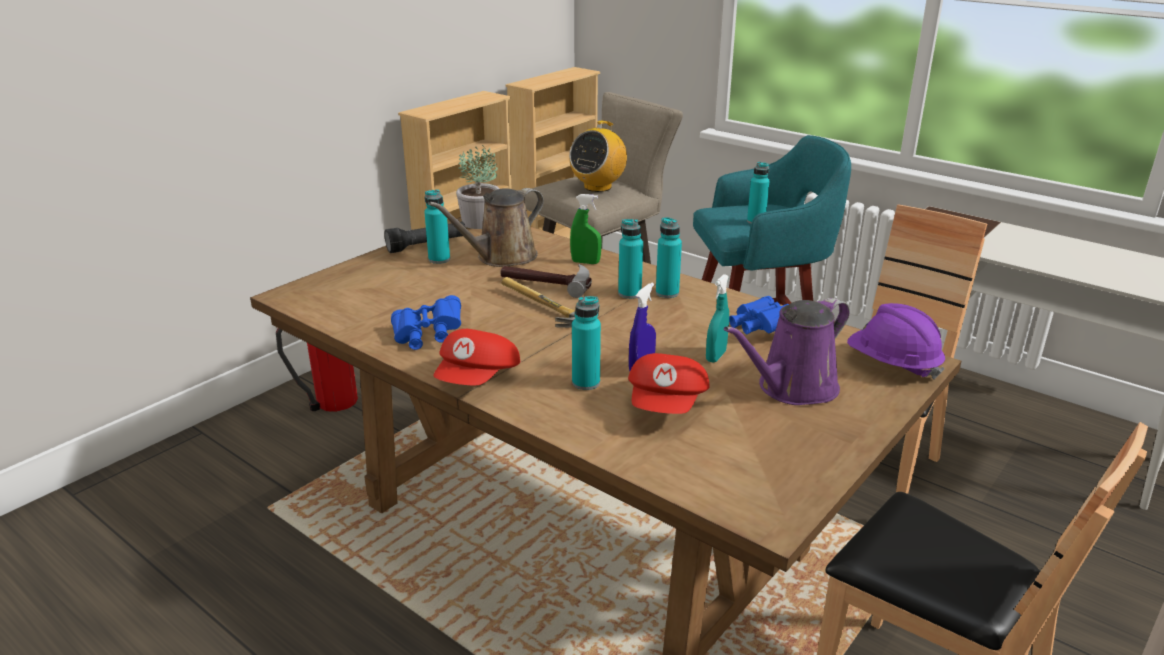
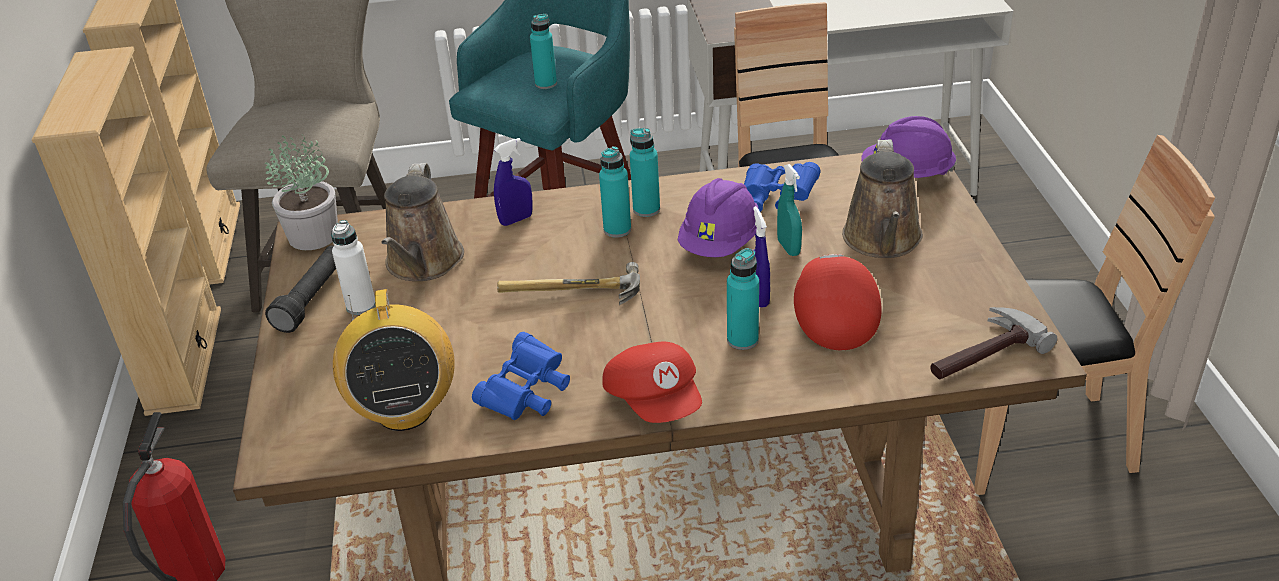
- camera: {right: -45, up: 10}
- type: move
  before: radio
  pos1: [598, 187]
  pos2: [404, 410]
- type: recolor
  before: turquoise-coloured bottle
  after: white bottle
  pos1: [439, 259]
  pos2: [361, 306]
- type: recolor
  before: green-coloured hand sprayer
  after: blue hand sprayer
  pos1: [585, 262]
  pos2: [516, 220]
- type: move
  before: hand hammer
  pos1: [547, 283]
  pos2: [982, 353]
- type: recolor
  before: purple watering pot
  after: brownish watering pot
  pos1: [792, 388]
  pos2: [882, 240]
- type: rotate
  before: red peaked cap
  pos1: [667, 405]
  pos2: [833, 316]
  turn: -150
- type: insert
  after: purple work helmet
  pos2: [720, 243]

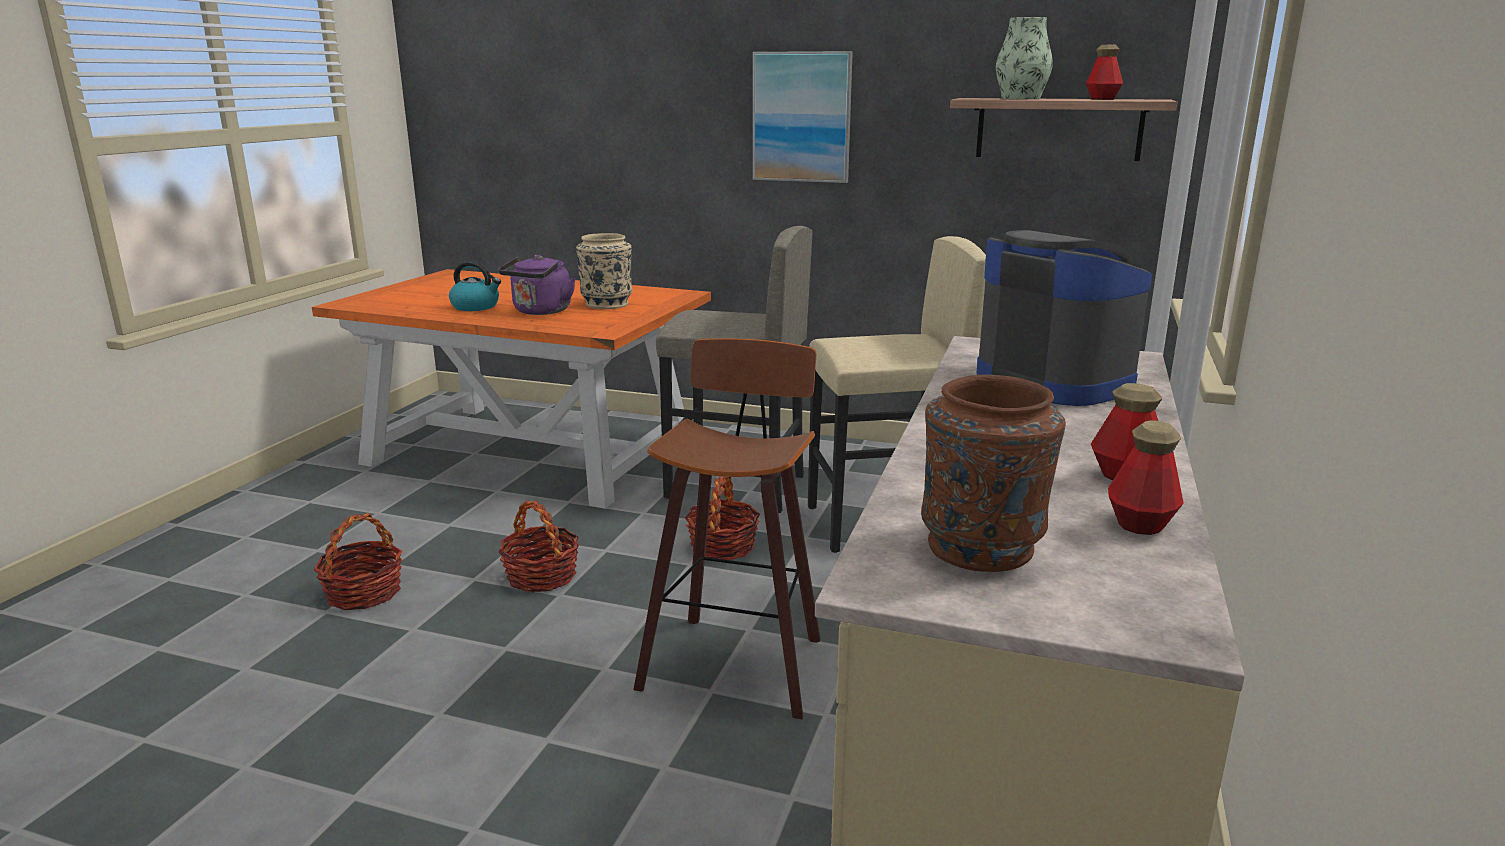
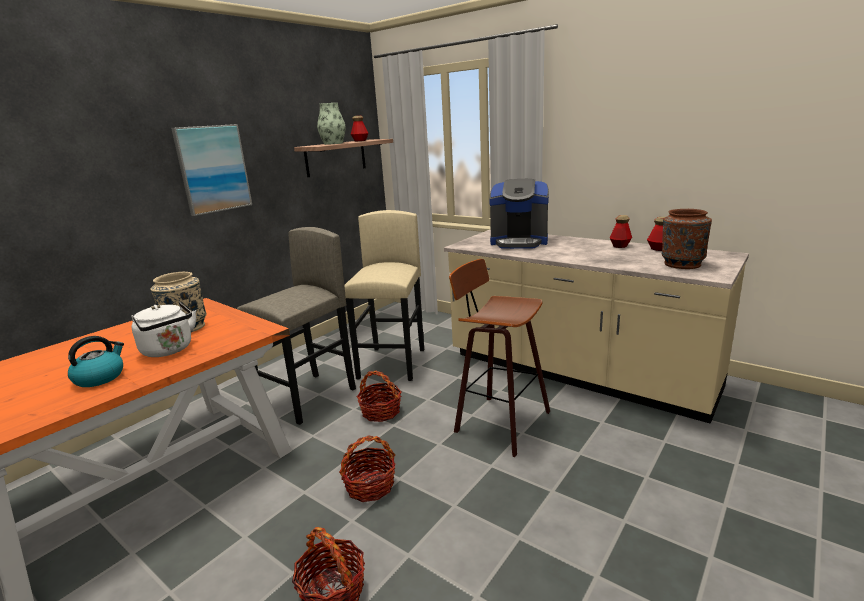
- camera: {right: -70, up: 0}
- type: rotate
  before: coffee machine
  pos1: [1054, 381]
  pos2: [519, 242]
  turn: -150
- type: recolor
  before: purple kettle
  after: white kettle
  pos1: [540, 312]
  pos2: [169, 350]

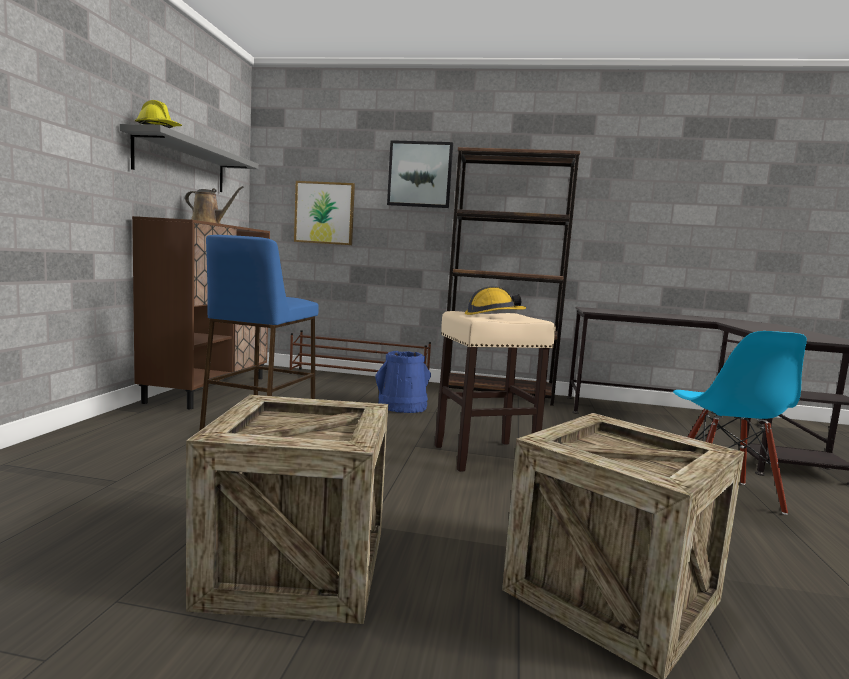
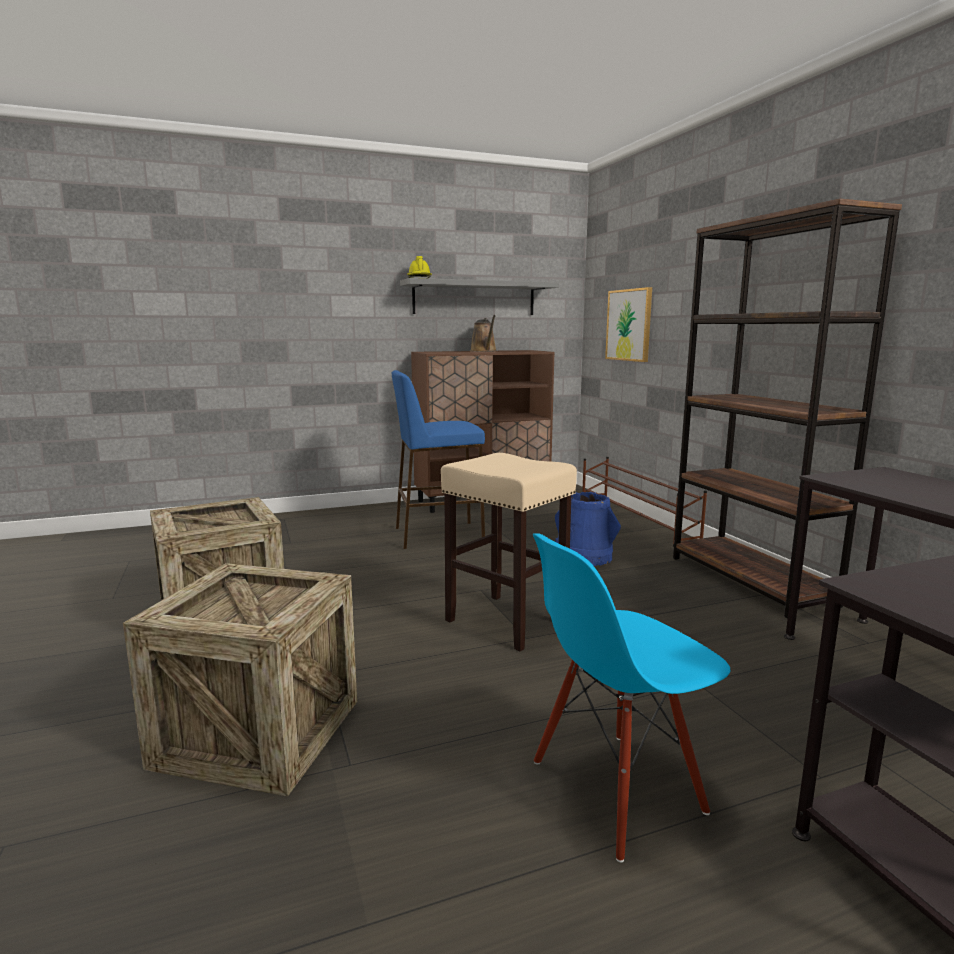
- camera: {right: 60, up: 5}
- type: delete
  before: wall picture
  pos1: [420, 174]
- type: delete
  before: work helmet
  pos1: [493, 315]

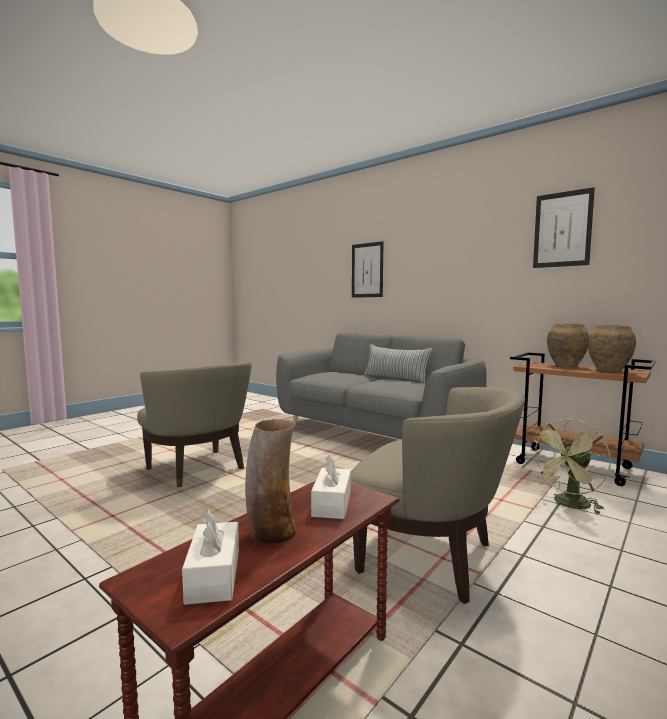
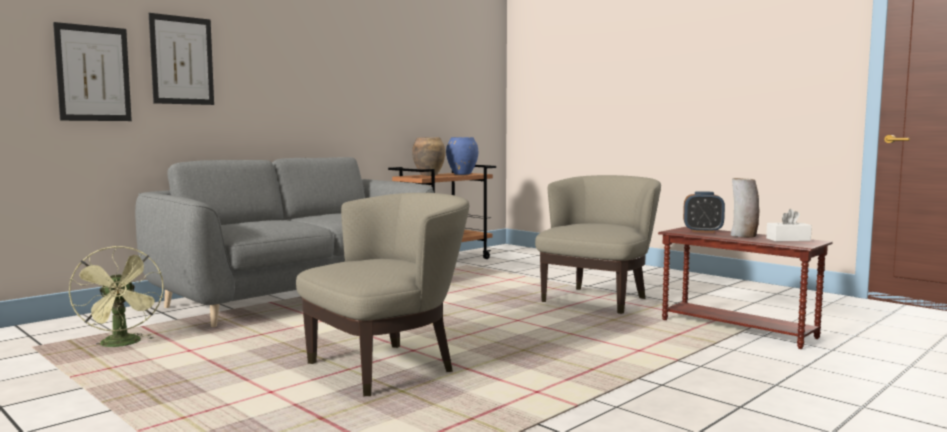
- camera: {right: -85, up: 0}
- type: move
  before: wall picture
  pos1: [562, 229]
  pos2: [93, 73]
- type: recolor
  before: brownish vase
  after: blue vase
  pos1: [608, 371]
  pos2: [462, 174]
- type: delete
  before: throw pillow
  pos1: [395, 378]
- type: move
  before: green-coloured cooling fan
  pos1: [569, 505]
  pos2: [123, 345]
- type: replace
  before: white tissue holder
  after: table clock
  pos1: [332, 504]
  pos2: [702, 231]

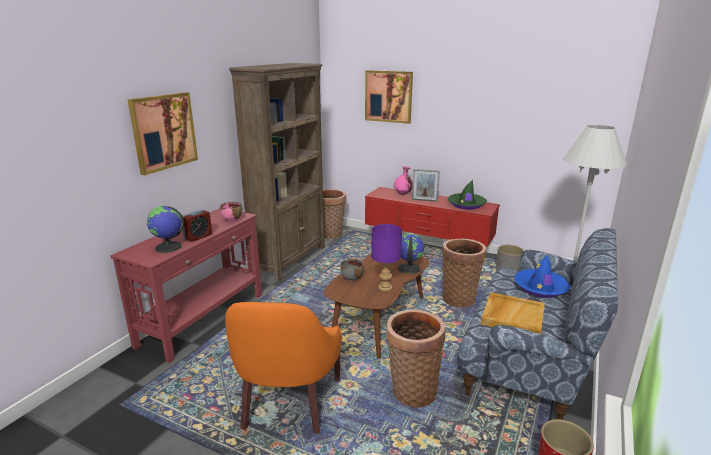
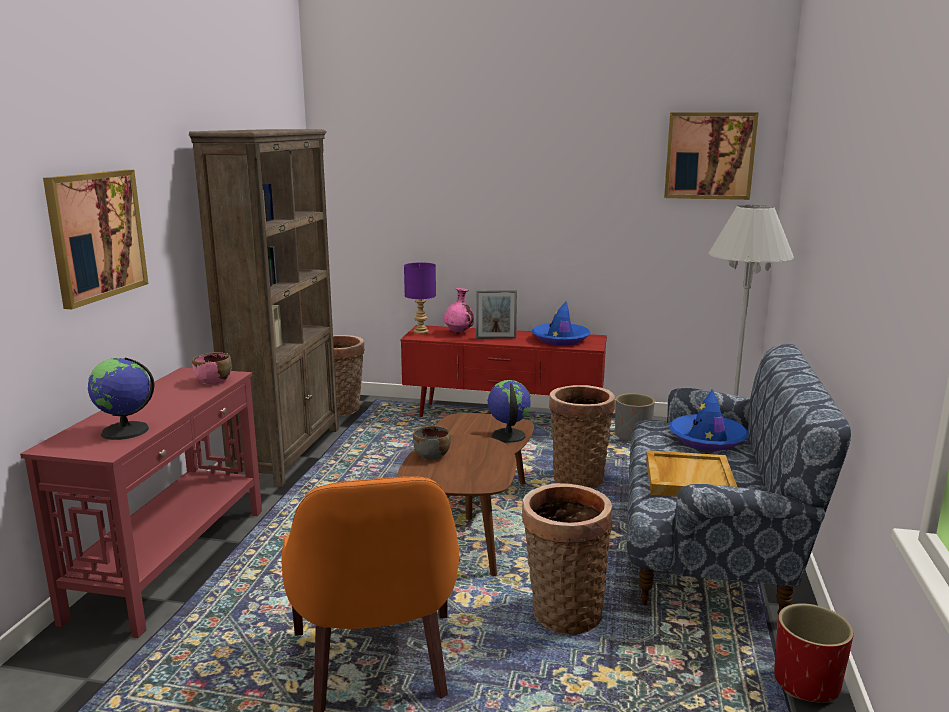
- camera: {right: -15, up: -5}
- type: move
  before: wall picture
  pos1: [388, 96]
  pos2: [709, 156]
- type: recolor
  before: green-coloured hat
  after: blue hat
  pos1: [466, 204]
  pos2: [560, 339]
- type: delete
  before: table clock
  pos1: [198, 237]
- type: move
  before: purple table lamp
  pos1: [384, 288]
  pos2: [420, 332]

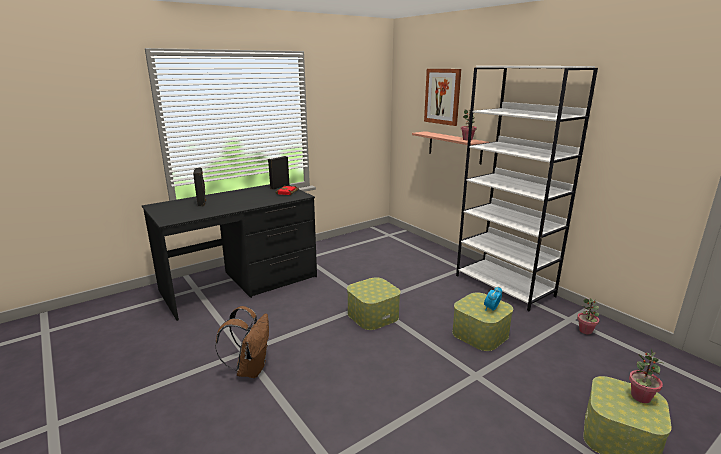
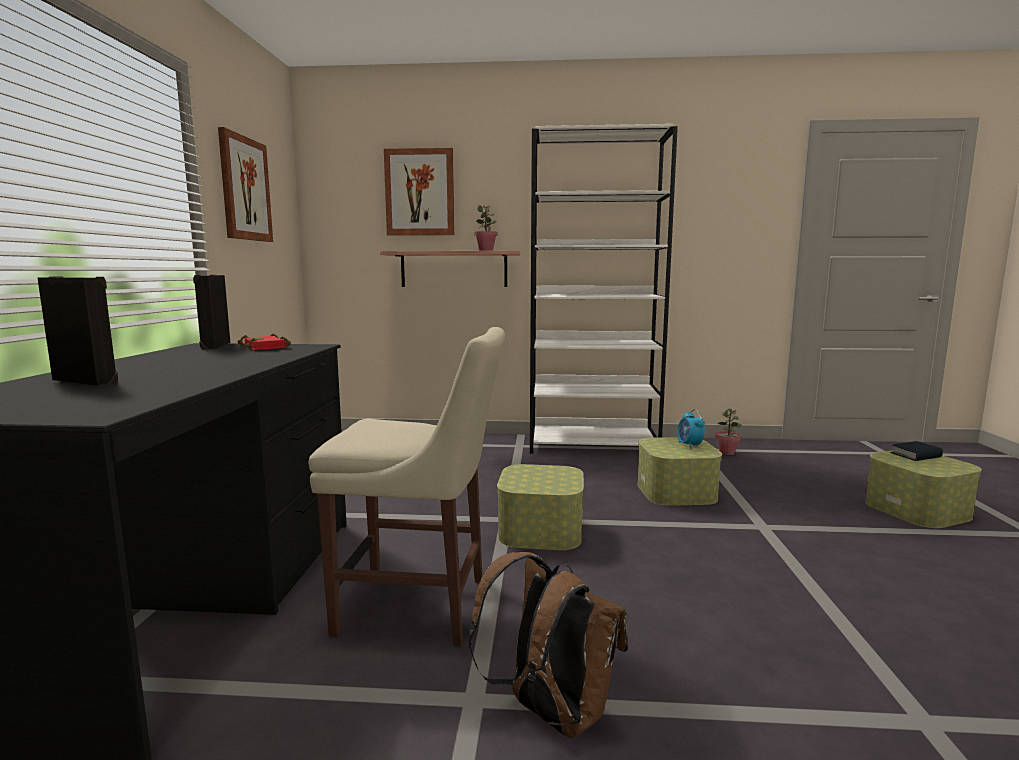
- camera: {right: -50, up: -10}
- type: replace
  before: potted plant
  after: volume
  pos1: [640, 397]
  pos2: [916, 455]
- type: insert
  after: wall picture
  pos2: [245, 189]
- type: insert
  after: sand-coloured plain chair
  pos2: [420, 606]

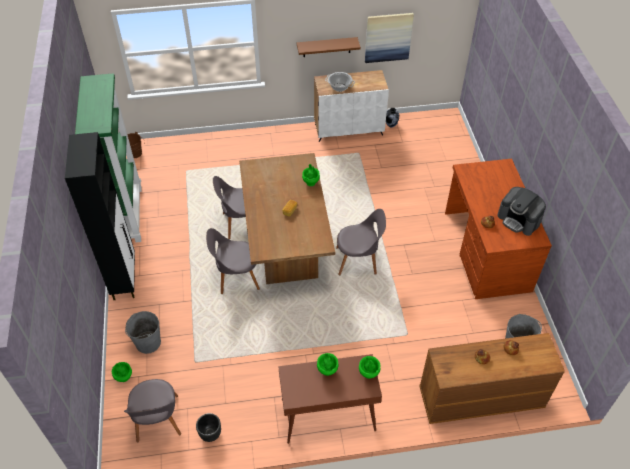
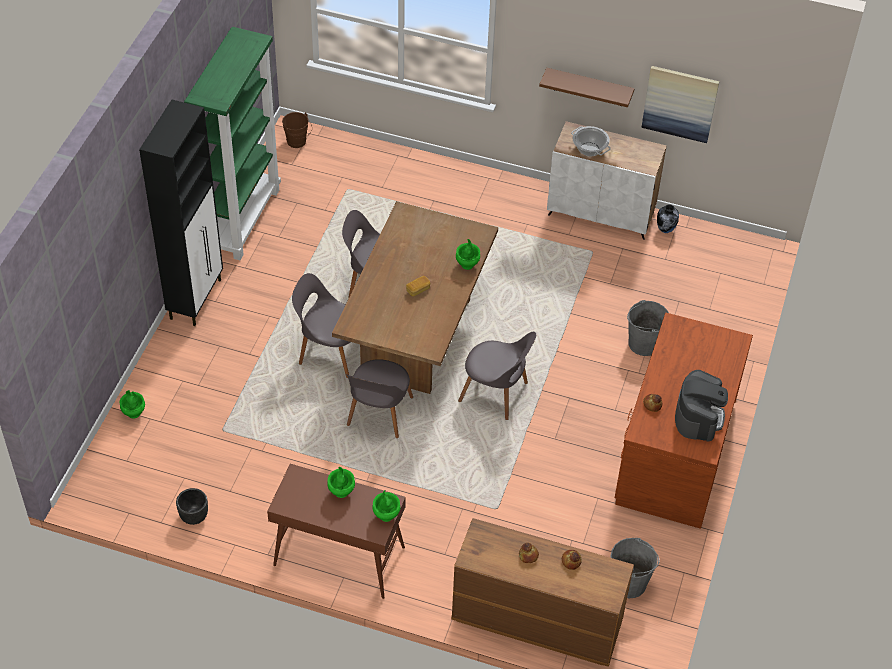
- camera: {right: 25, up: 0}
- type: rotate
  before: coffee machine
  pos1: [519, 220]
  pos2: [698, 416]
  turn: -150
- type: move
  before: greyish water bucket
  pos1: [148, 342]
  pos2: [643, 343]
- type: move
  before: greyish plain chair
  pos1: [157, 421]
  pos2: [379, 414]

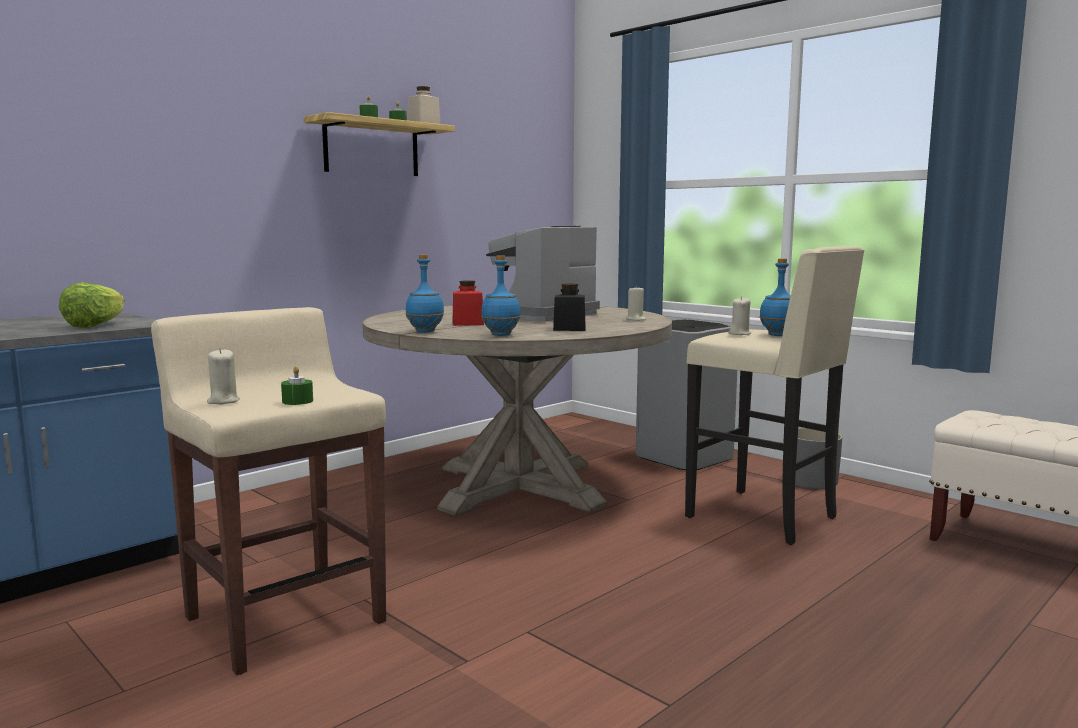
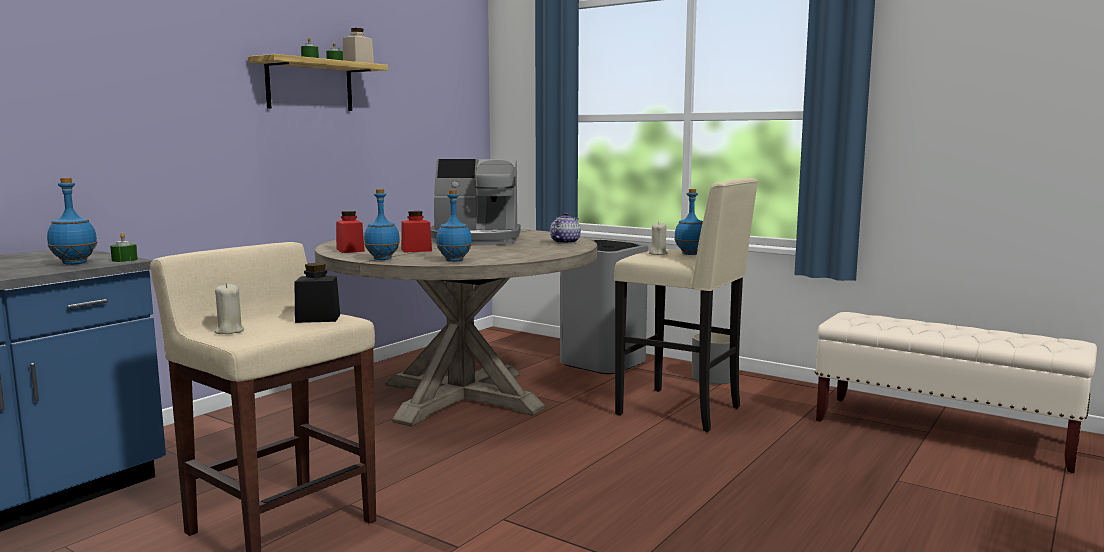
- camera: {right: -10, up: 0}
- type: rotate
  before: coffee machine
  pos1: [539, 315]
  pos2: [476, 240]
  turn: -120
- type: replace
  before: head of lettuce
  after: blue bottle
  pos1: [96, 325]
  pos2: [74, 263]
- type: move
  before: black storage jar
  pos1: [569, 329]
  pos2: [318, 318]
- type: replace
  before: sand-coloured wax light
  after: teapot
  pos1: [635, 319]
  pos2: [564, 242]
- type: move
  before: green-coloured wax light
  pos1: [297, 401]
  pos2: [124, 260]
- type: insert
  after: red storage jar
  pos2: [350, 250]

